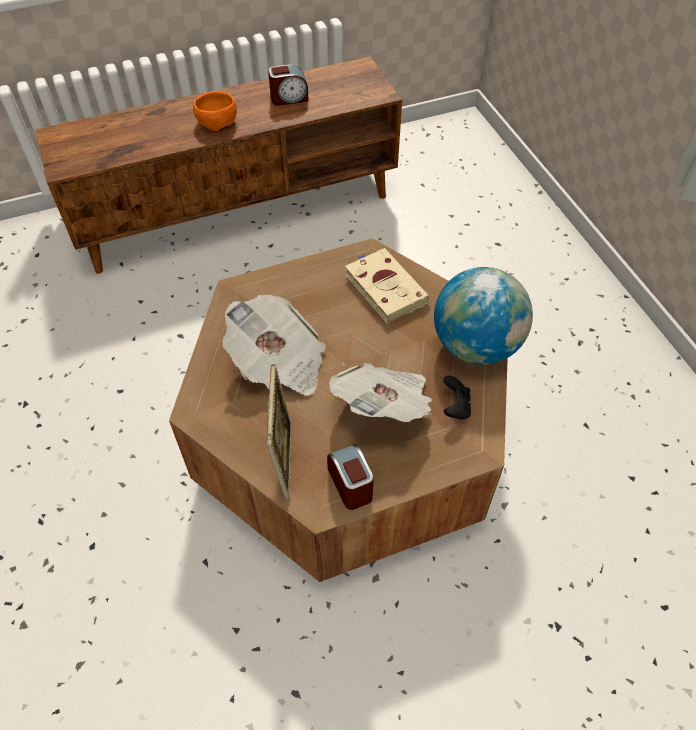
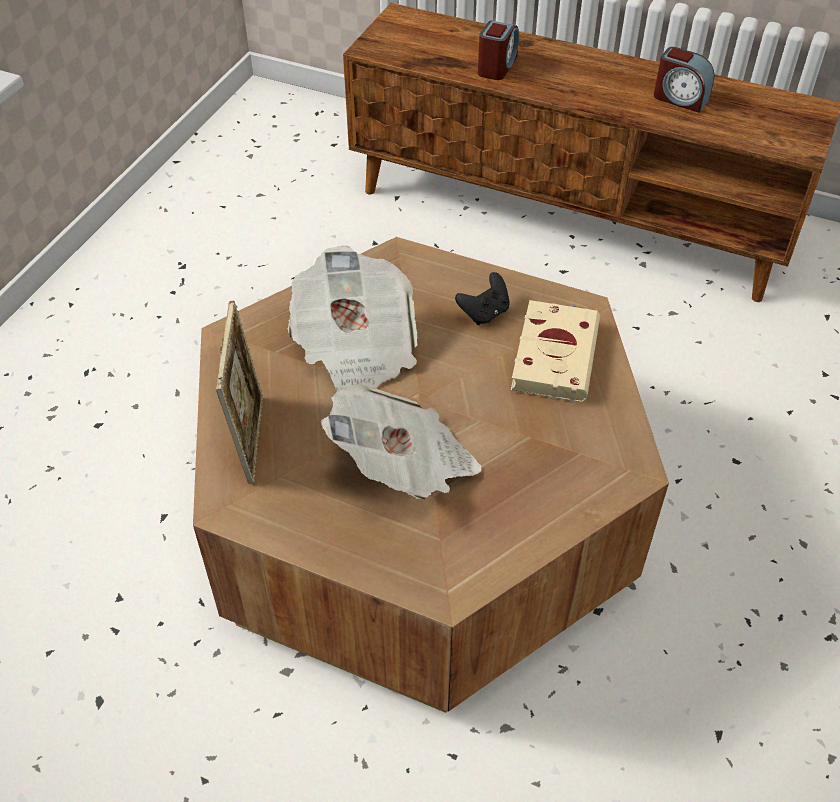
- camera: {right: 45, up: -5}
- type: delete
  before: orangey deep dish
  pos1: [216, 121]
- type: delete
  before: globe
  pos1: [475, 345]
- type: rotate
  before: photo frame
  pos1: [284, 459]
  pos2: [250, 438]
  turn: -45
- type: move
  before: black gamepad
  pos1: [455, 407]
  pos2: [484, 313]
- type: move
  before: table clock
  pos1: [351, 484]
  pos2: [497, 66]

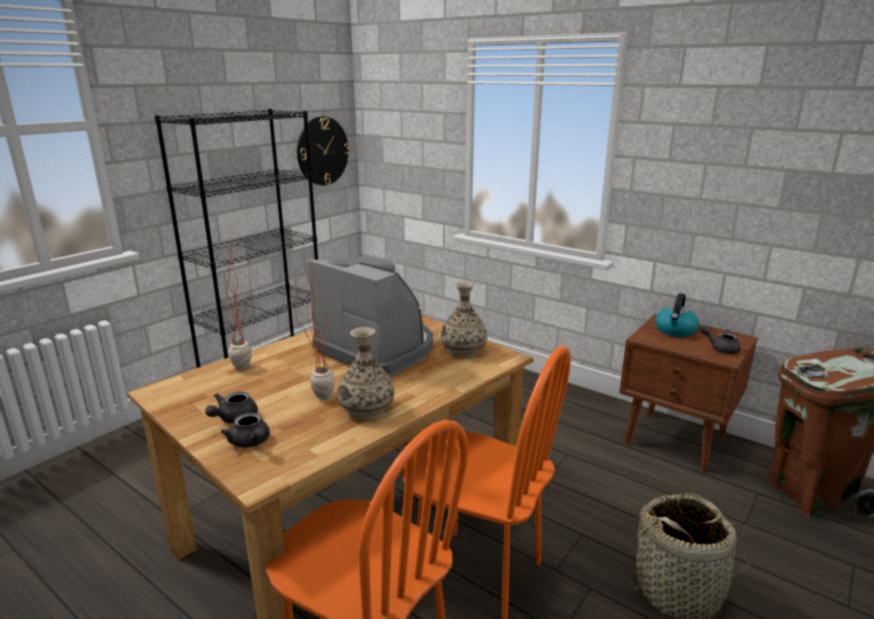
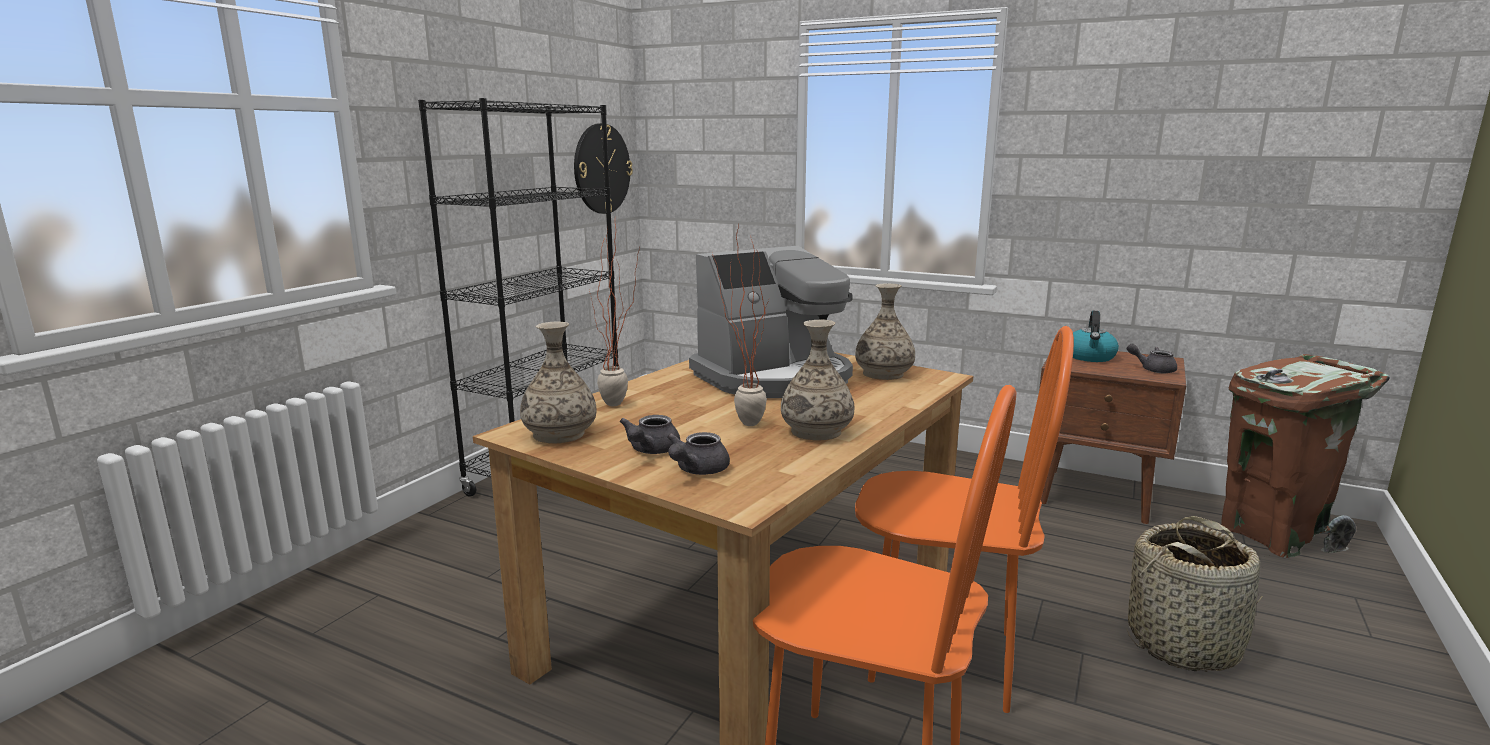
- camera: {right: -10, up: -5}
- type: rotate
  before: coffee machine
  pos1: [377, 349]
  pos2: [775, 378]
  turn: 120
- type: rotate
  before: greyish teapot
  pos1: [251, 443]
  pos2: [697, 470]
  turn: 75
- type: insert
  after: vase
  pos2: [559, 434]

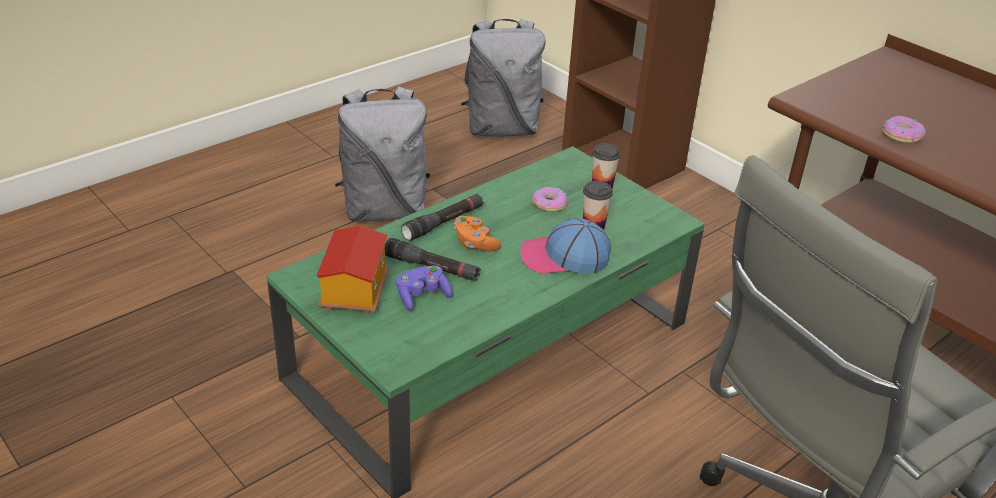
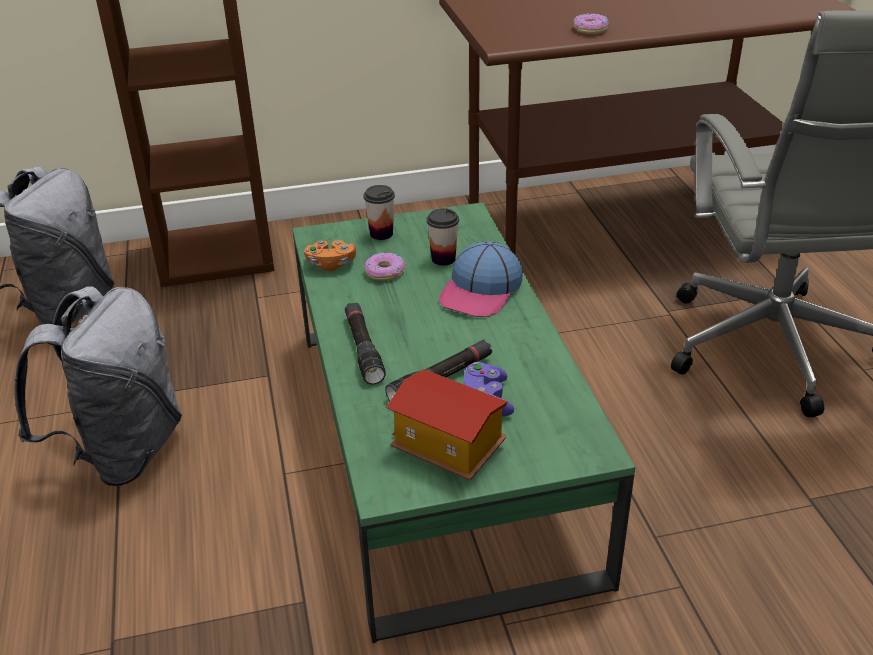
- camera: {right: -60, up: 0}
- type: move
  before: orangey gamepad
  pos1: [475, 243]
  pos2: [331, 264]

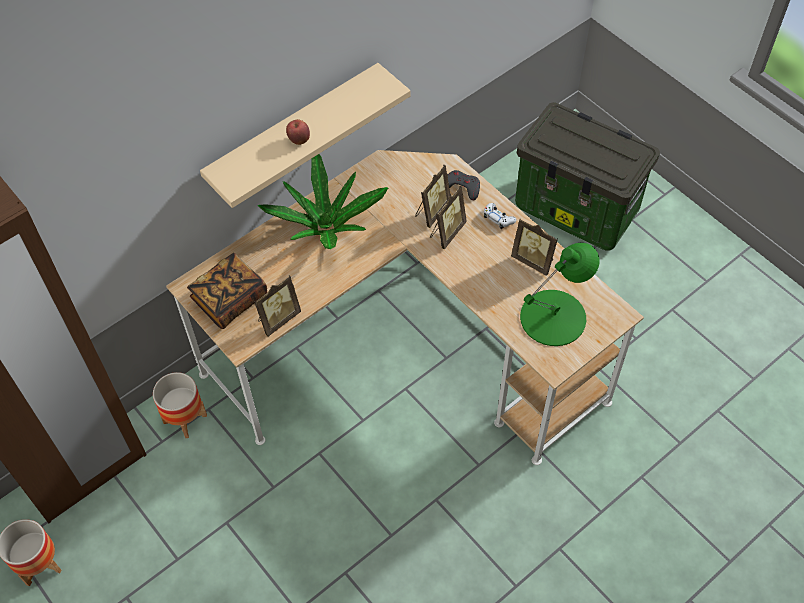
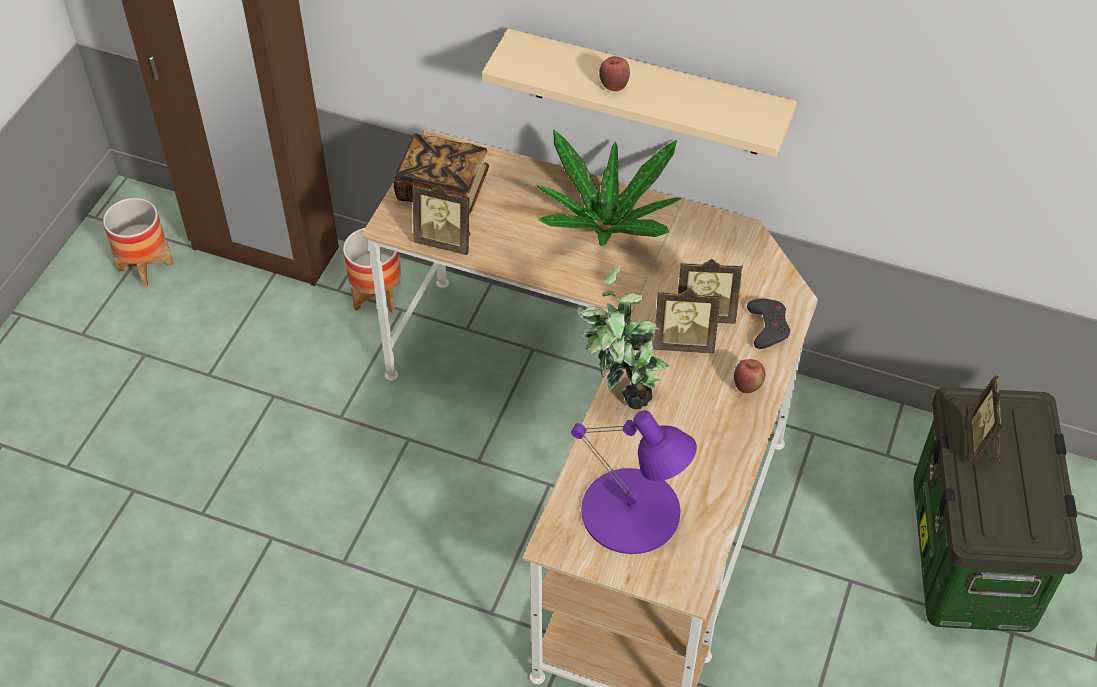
- camera: {right: 60, up: -5}
- type: replace
  before: white gamepad
  after: apple
  pos1: [498, 218]
  pos2: [747, 386]
- type: move
  before: photo frame
  pos1: [534, 260]
  pos2: [982, 444]
- type: recolor
  before: green-coloured table lamp
  after: purple table lamp
  pos1: [554, 317]
  pos2: [632, 512]
- type: insert
  after: potted plant
  pos2: [620, 394]

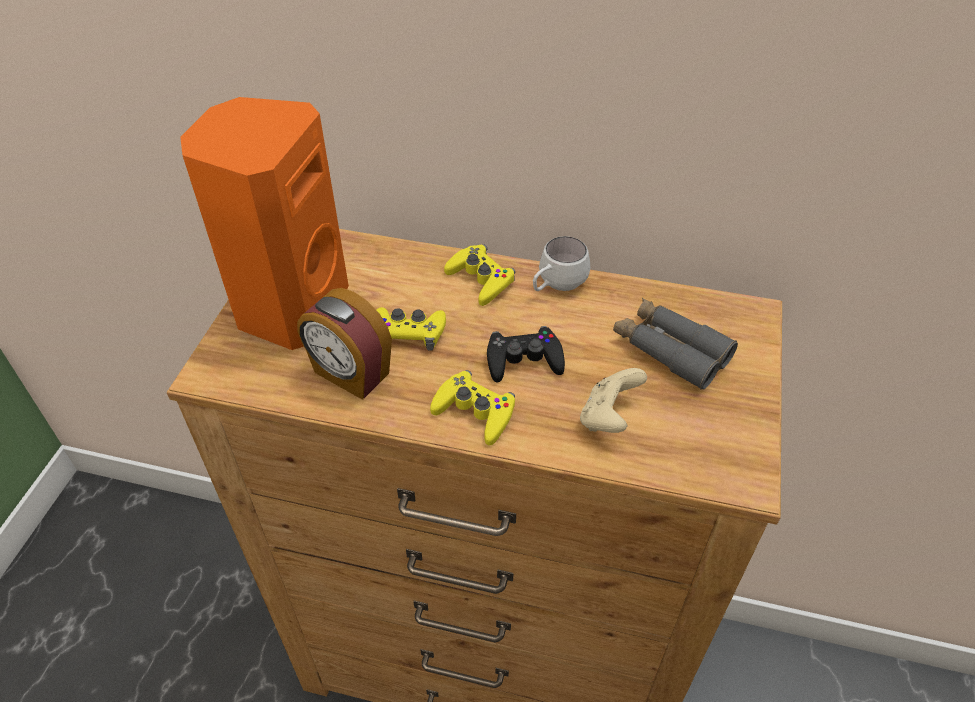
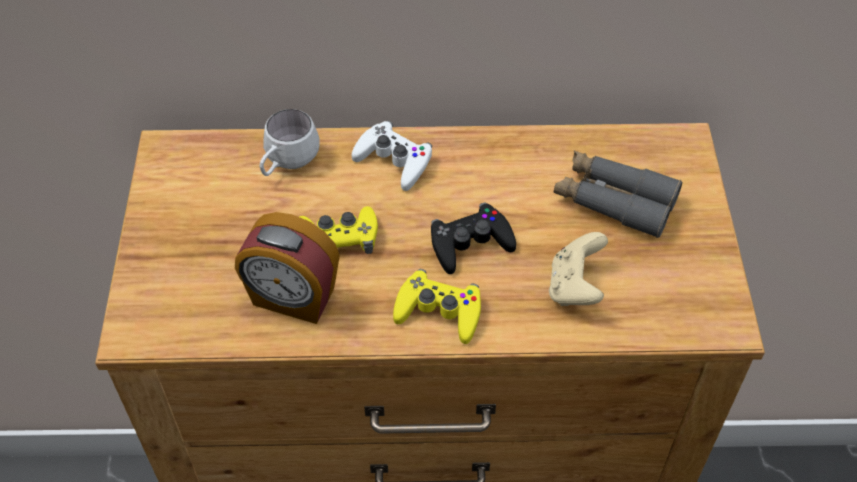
- camera: {right: -15, up: 5}
- type: delete
  before: orangey loudspeaker
  pos1: [289, 307]
- type: move
  before: white mug
  pos1: [556, 286]
  pos2: [287, 163]
- type: recolor
  before: yellow gamepad
  after: white gamepad
  pos1: [480, 279]
  pos2: [394, 160]

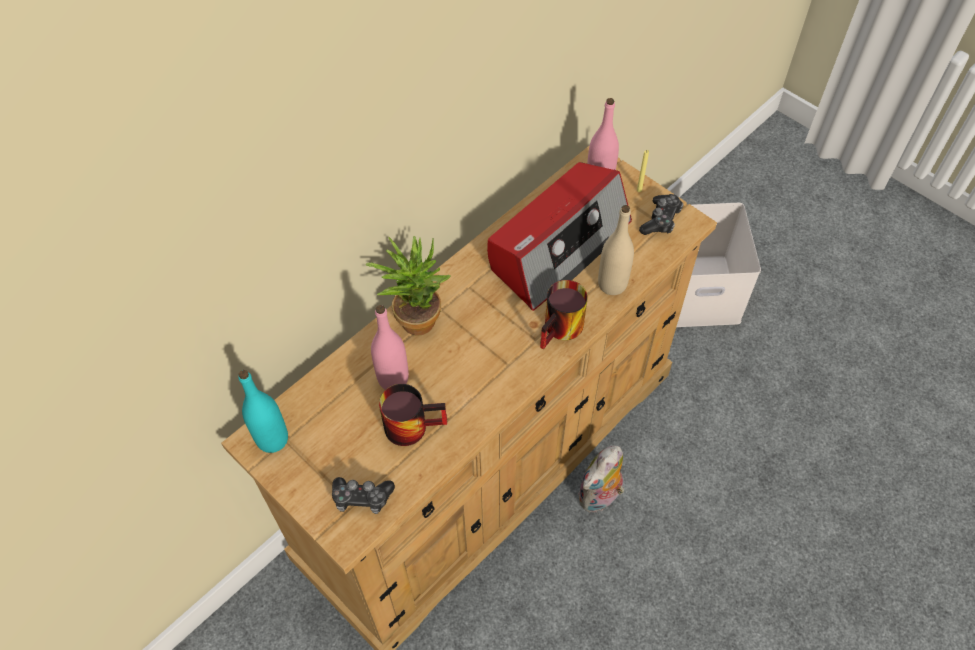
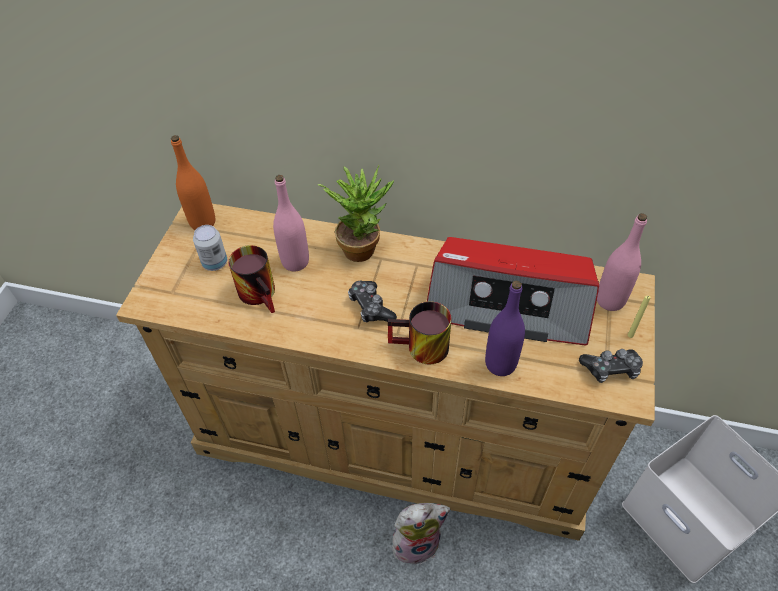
- camera: {right: 60, up: -5}
- type: recolor
  before: sand-coloured bottle
  after: purple bottle
  pos1: [612, 284]
  pos2: [500, 364]
- type: recolor
  before: turquoise-coloured bottle
  after: orangey bottle
  pos1: [272, 439]
  pos2: [203, 222]
- type: rotate
  before: cuddly toy
  pos1: [600, 497]
  pos2: [416, 542]
  turn: 150
- type: move
  before: gamepad
  pos1: [362, 498]
  pos2: [370, 307]
- type: insert
  after: can
  pos2: [215, 263]

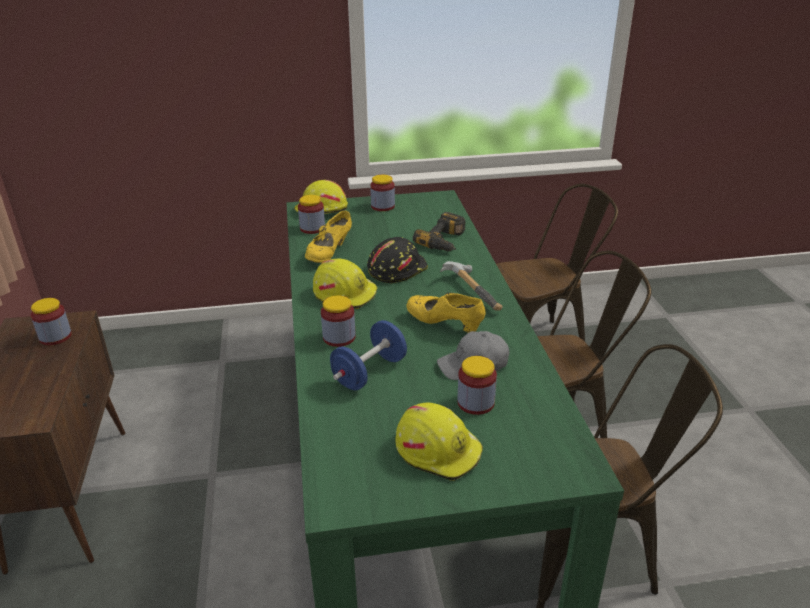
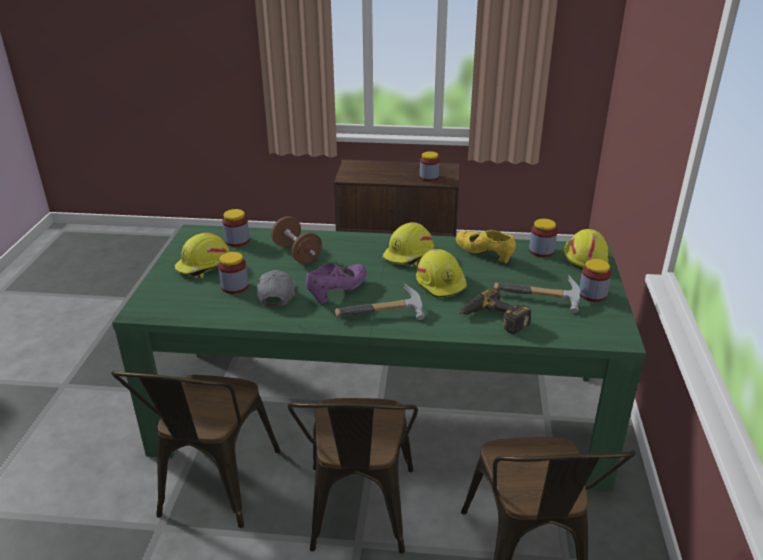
- camera: {right: 105, up: 0}
- type: recolor
  before: black work helmet
  after: yellow work helmet
  pos1: [396, 269]
  pos2: [442, 283]
- type: recolor
  before: yellow item of footwear
  after: purple item of footwear
  pos1: [445, 324]
  pos2: [338, 292]
- type: move
  before: storage jar
  pos1: [339, 337]
  pos2: [237, 241]
- type: recolor
  before: blue free weight
  after: brownish free weight
  pos1: [369, 372]
  pos2: [297, 253]
- type: insert
  after: hand hammer
  pos2: [539, 301]

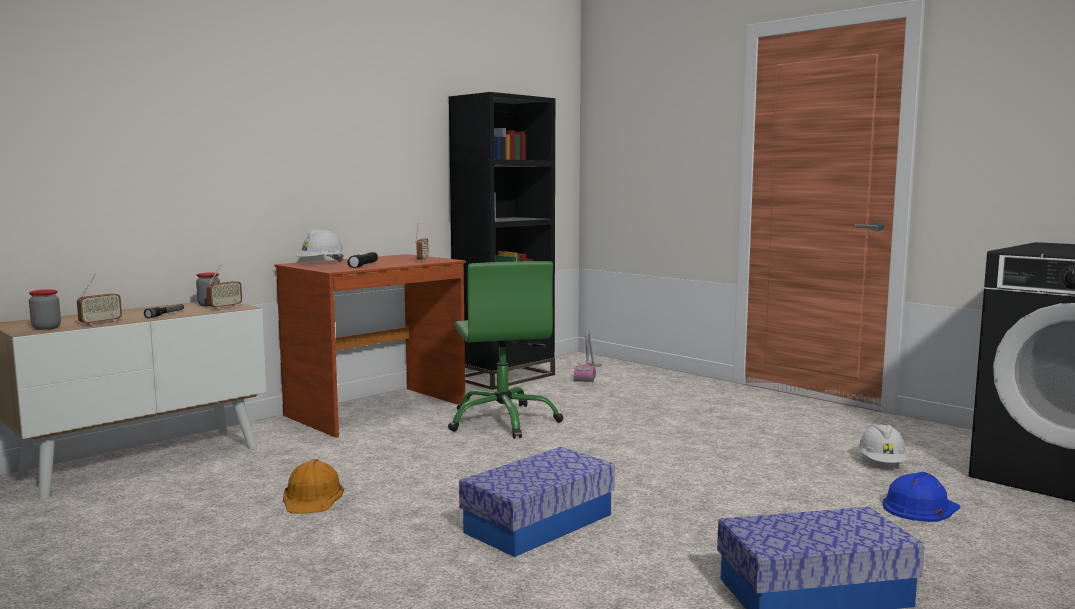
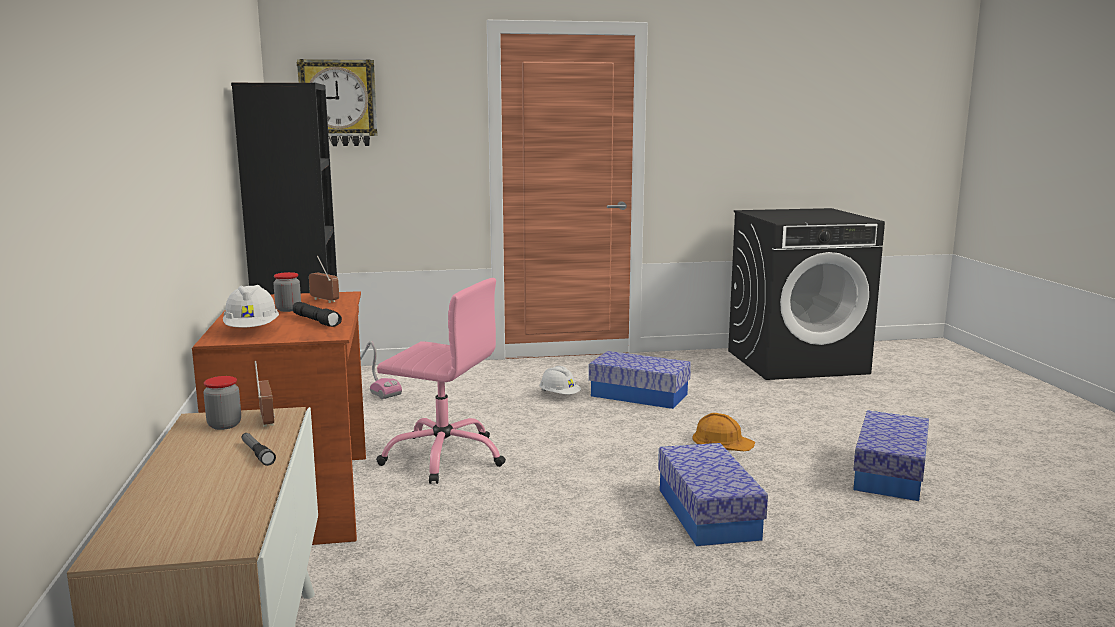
- camera: {right: -55, up: 5}
- type: recolor
  before: green-coloured office chair
  after: pink-coloured office chair
  pos1: [503, 421]
  pos2: [444, 456]
- type: delete
  before: radio
  pos1: [100, 323]
- type: move
  before: storage jar
  pos1: [46, 328]
  pos2: [288, 309]
- type: move
  before: white work helmet
  pos1: [881, 463]
  pos2: [559, 395]
- type: move
  before: orangey work helmet
  pos1: [312, 497]
  pos2: [722, 441]
- type: delete
  before: blue work helmet
  pos1: [920, 507]
- type: insert
  after: clock on the wall
  pos2: [338, 103]
- type: insert
  after: storage bin
  pos2: [639, 395]

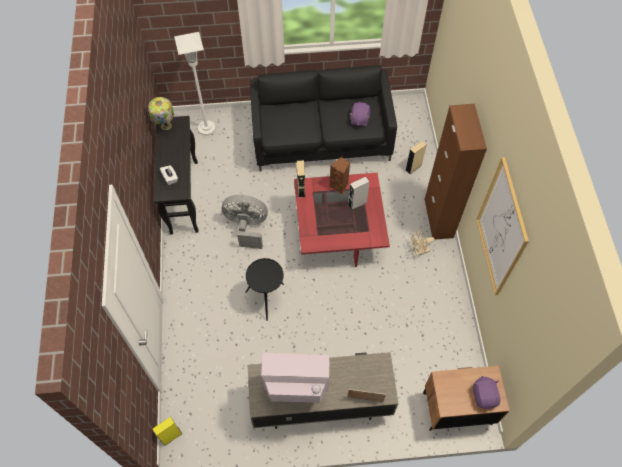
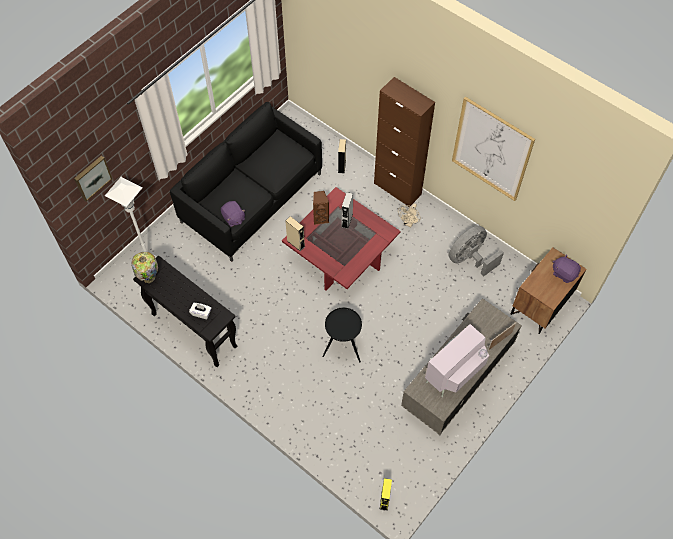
- camera: {right: -45, up: 0}
- type: move
  before: purple cuddly toy
  pos1: [359, 119]
  pos2: [233, 218]
- type: move
  before: greyish cooling fan
  pos1: [247, 227]
  pos2: [470, 259]
- type: insert
  after: wall picture
  pos2: [92, 177]

